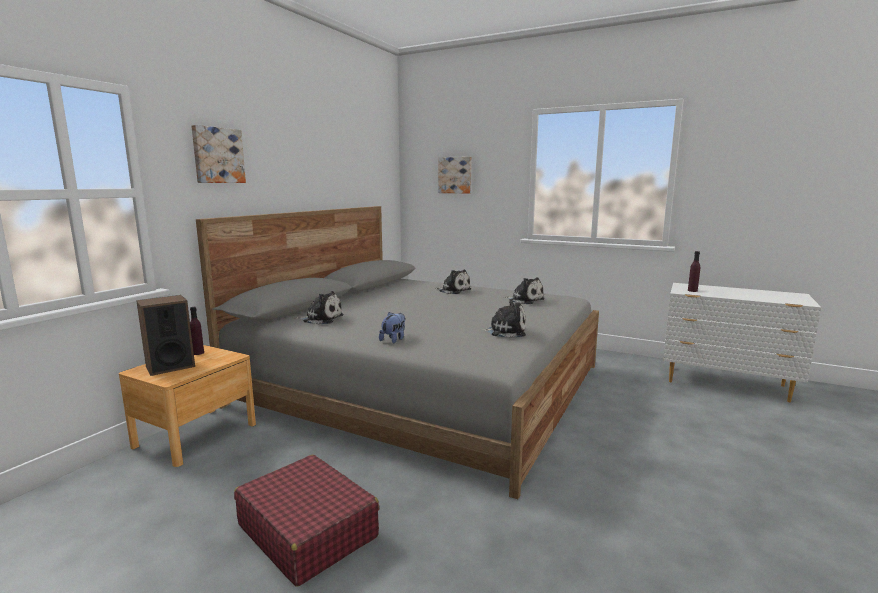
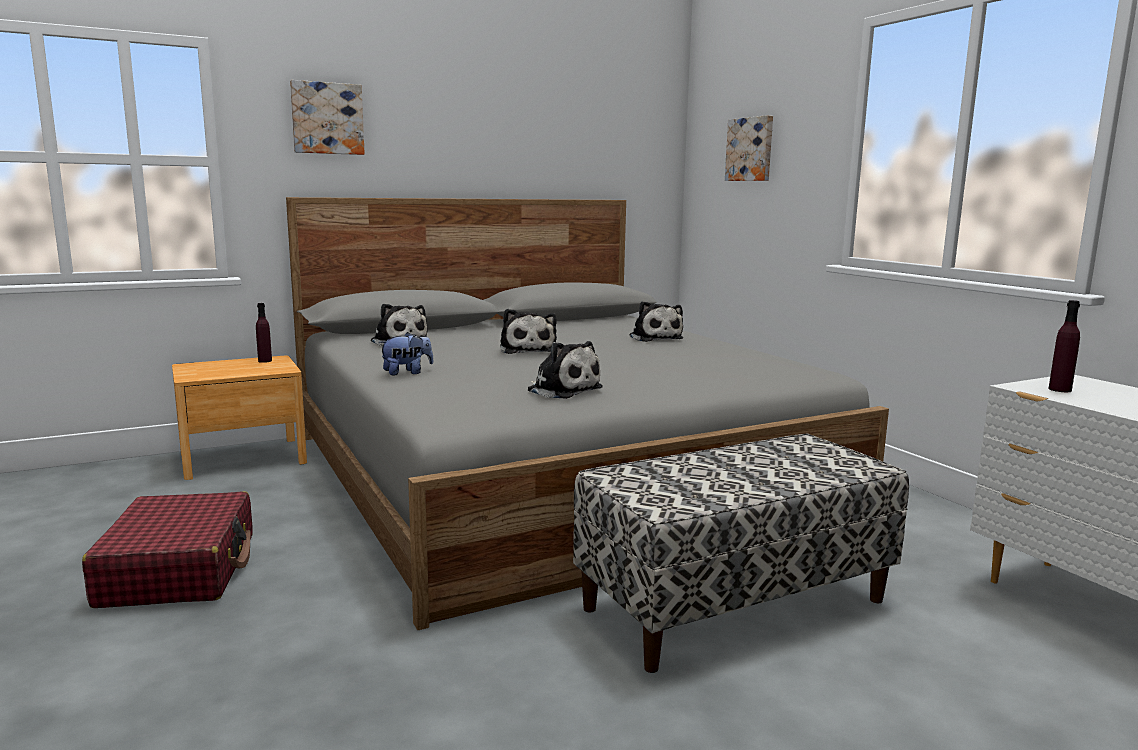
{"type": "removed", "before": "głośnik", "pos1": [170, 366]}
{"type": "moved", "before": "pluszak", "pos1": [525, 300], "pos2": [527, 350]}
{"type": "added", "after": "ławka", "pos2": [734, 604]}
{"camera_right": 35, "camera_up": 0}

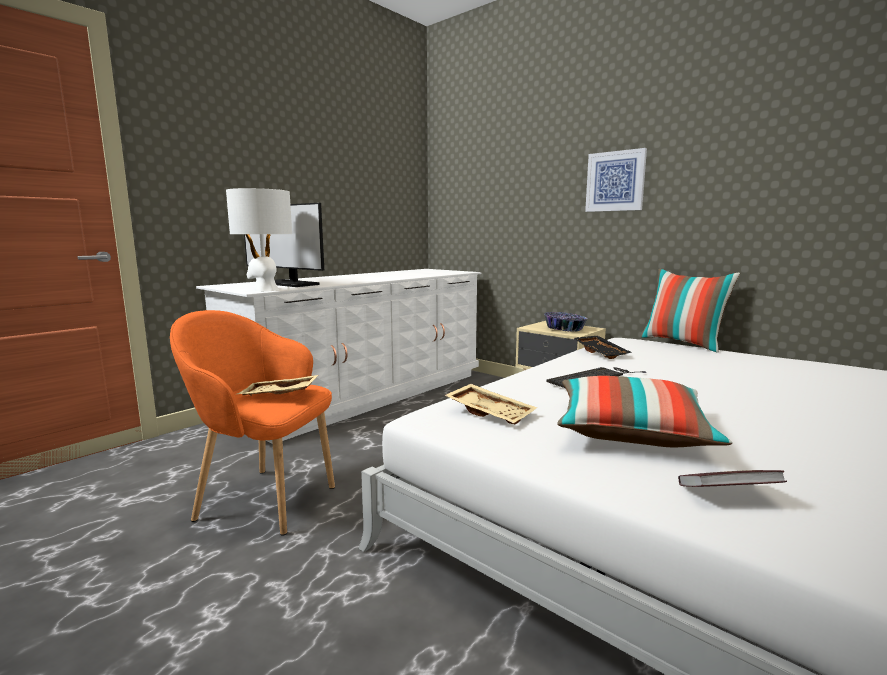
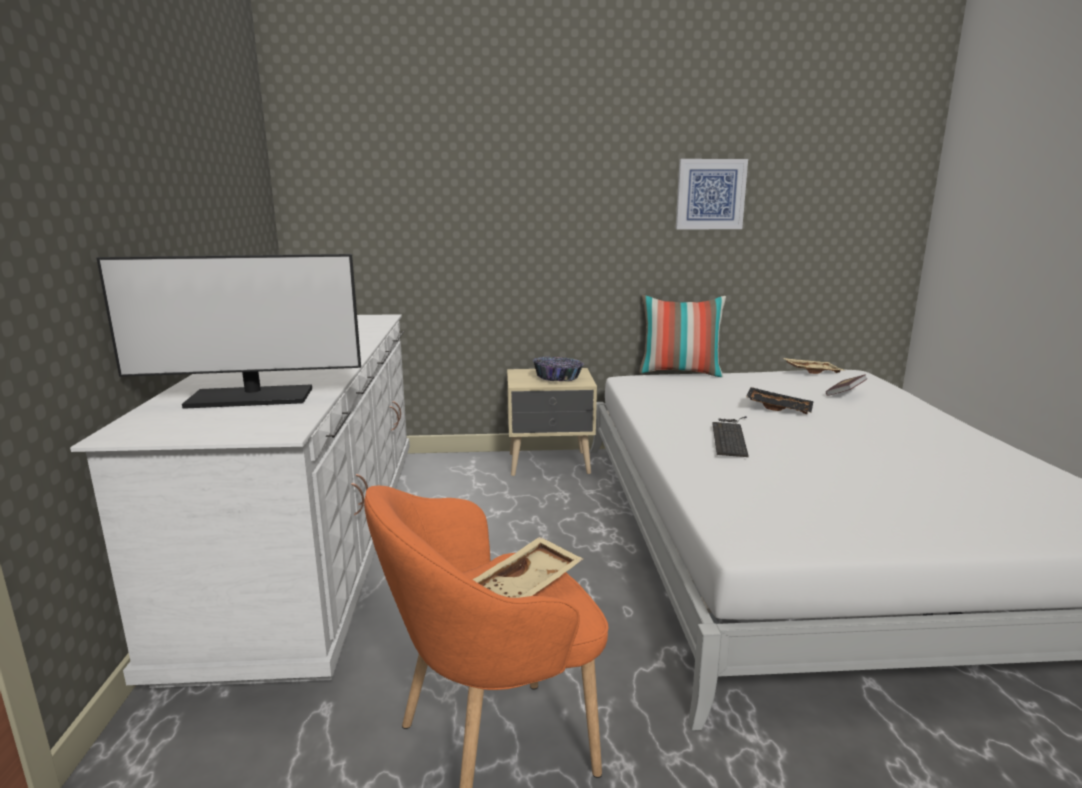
{"type": "removed", "before": "lampa stołowa/biały", "pos1": [265, 290]}
{"type": "moved", "before": "taca/beżowy", "pos1": [491, 413], "pos2": [811, 371]}
{"type": "removed", "before": "poduszka", "pos1": [631, 432]}
{"type": "moved", "before": "taca/czarny", "pos1": [601, 353], "pos2": [779, 408]}
{"type": "moved", "before": "obraz", "pos1": [615, 181], "pos2": [710, 194]}
{"type": "moved", "before": "książka", "pos1": [727, 495], "pos2": [845, 394]}
{"camera_right": -45, "camera_up": 5}

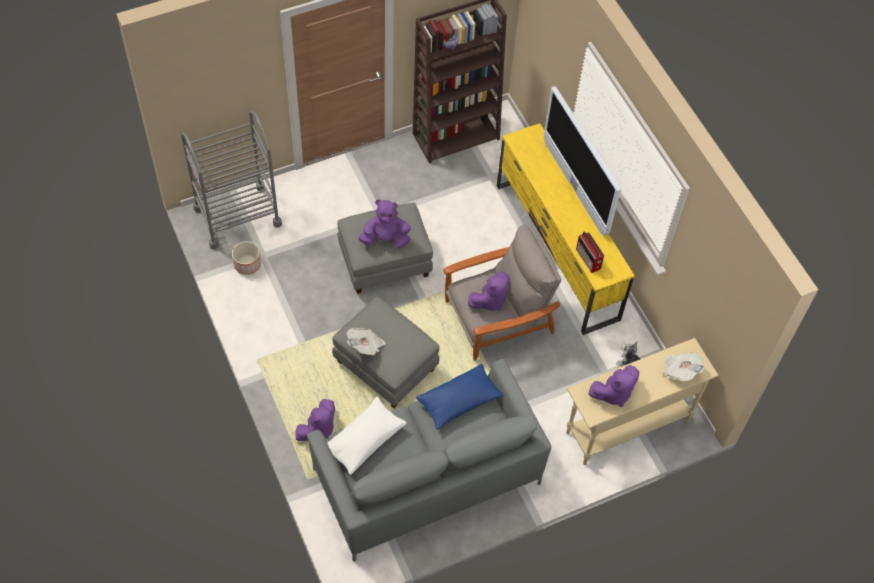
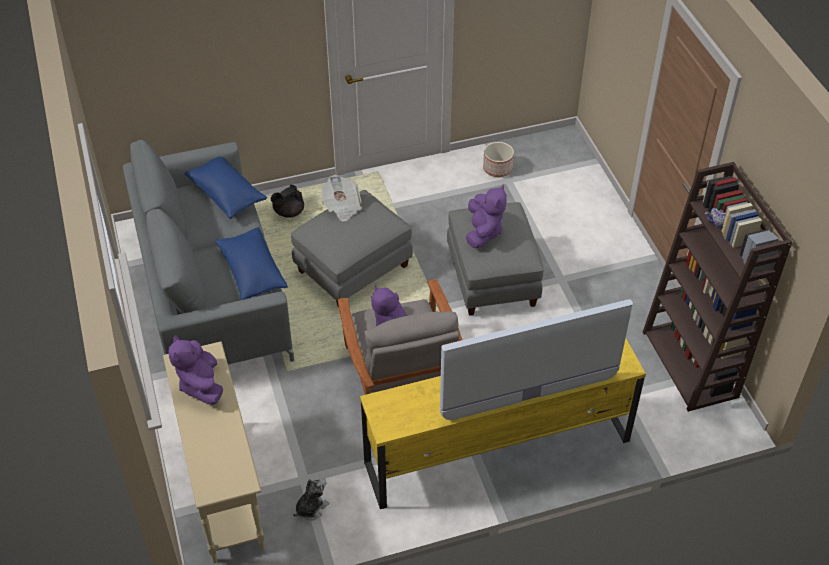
{"type": "removed", "before": "wózek/szary", "pos1": [237, 216]}
{"type": "replaced", "before": "pluszak/fioletowy", "after": "imbryk/czarny", "pos1": [318, 429], "pos2": [288, 212]}
{"type": "recoloured", "before": "poduszka/biały", "after": "poduszka/niebieski", "pos1": [364, 440], "pos2": [226, 194]}
{"type": "removed", "before": "radio", "pos1": [588, 260]}
{"type": "removed", "before": "gazeta", "pos1": [680, 370]}
{"camera_right": 100, "camera_up": -10}

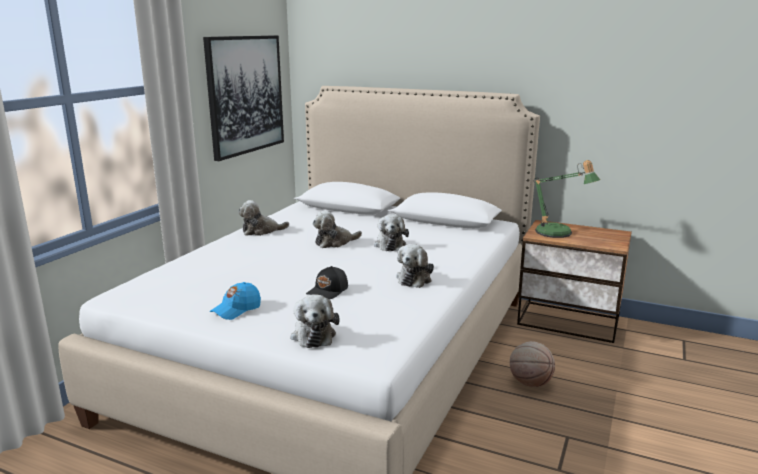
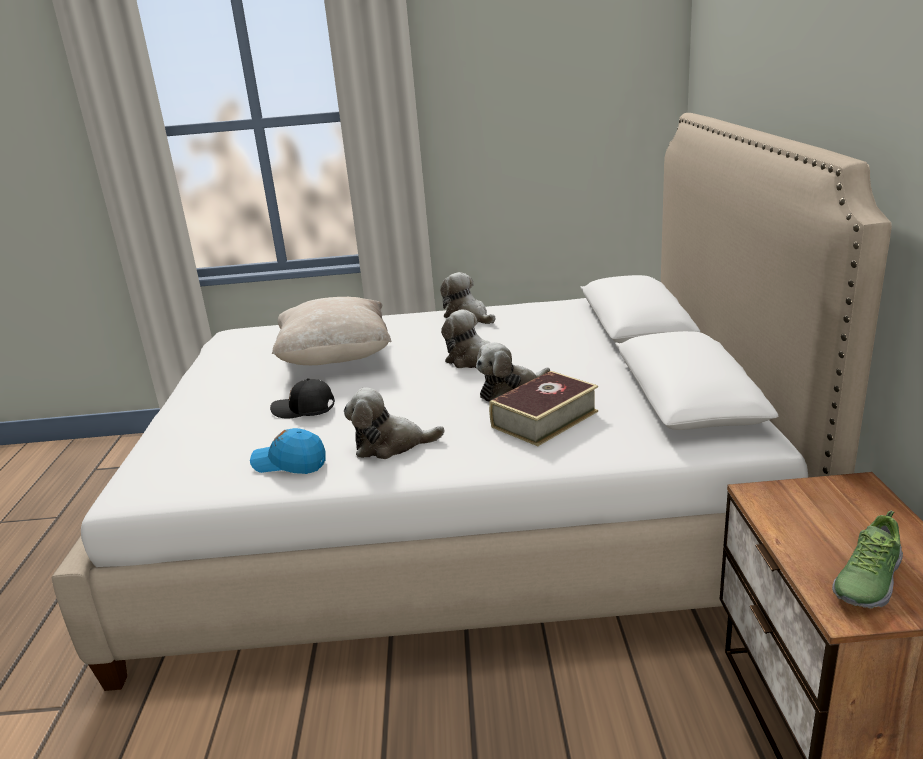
{"type": "removed", "before": "obraz", "pos1": [245, 95]}
{"type": "moved", "before": "czapka z daszkiem/niebieski", "pos1": [236, 310], "pos2": [289, 463]}
{"type": "removed", "before": "pluszak", "pos1": [313, 334]}
{"type": "removed", "before": "piłka do koszykówki", "pos1": [530, 383]}
{"type": "removed", "before": "lampa stołowa", "pos1": [558, 234]}
{"type": "added", "after": "poduszka/beżowy", "pos2": [335, 358]}
{"type": "added", "after": "książka", "pos2": [544, 419]}
{"type": "added", "after": "but", "pos2": [866, 580]}
{"camera_right": 65, "camera_up": 5}

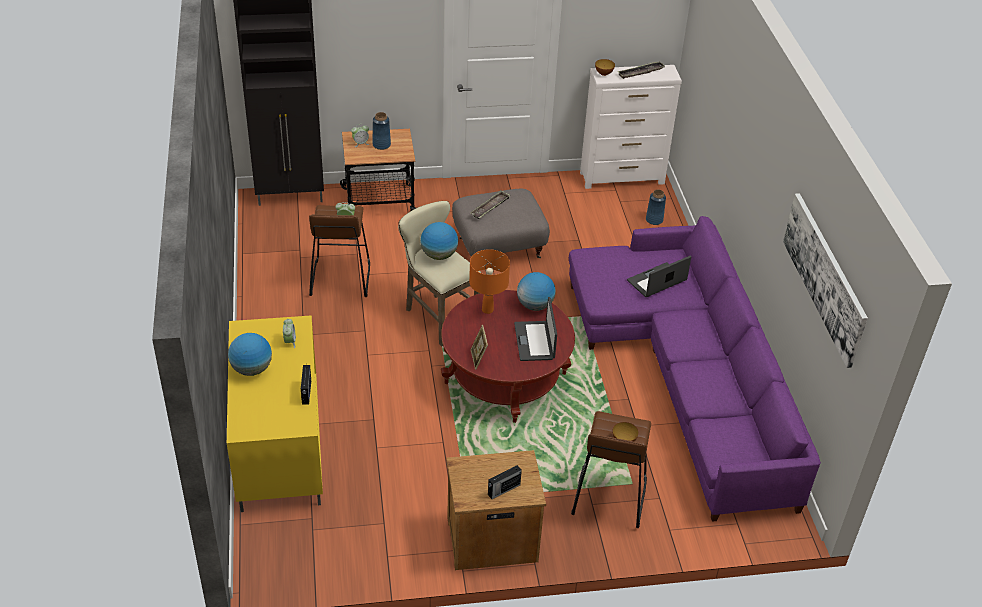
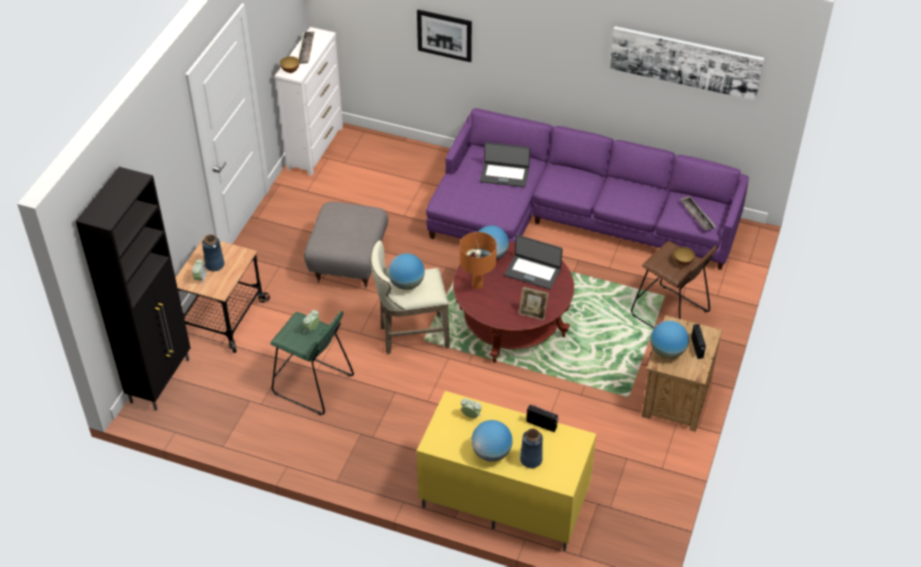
{"type": "recoloured", "before": "stołek/brązowy", "after": "stołek/zielony", "pos1": [340, 278], "pos2": [312, 385]}
{"type": "moved", "before": "taca", "pos1": [490, 207], "pos2": [697, 215]}
{"type": "turned", "before": "laptop", "pos1": [657, 281], "pos2": [504, 175], "turn": -75}
{"type": "moved", "before": "wazon/niebieski", "pos1": [654, 220], "pos2": [531, 460]}
{"type": "added", "after": "obraz", "pos2": [444, 35]}
{"type": "added", "after": "globus", "pos2": [667, 352]}
{"camera_right": -60, "camera_up": 5}

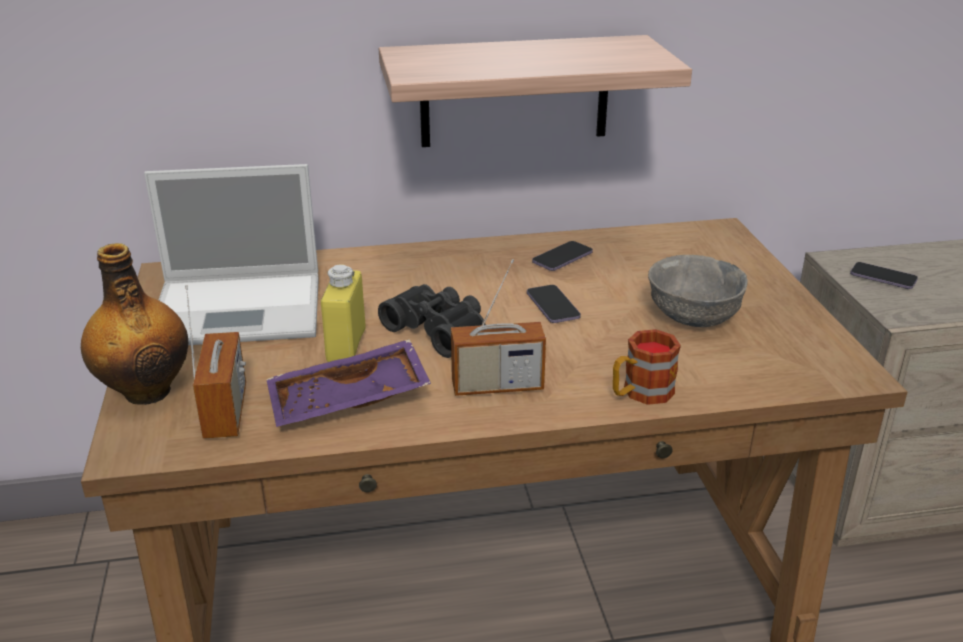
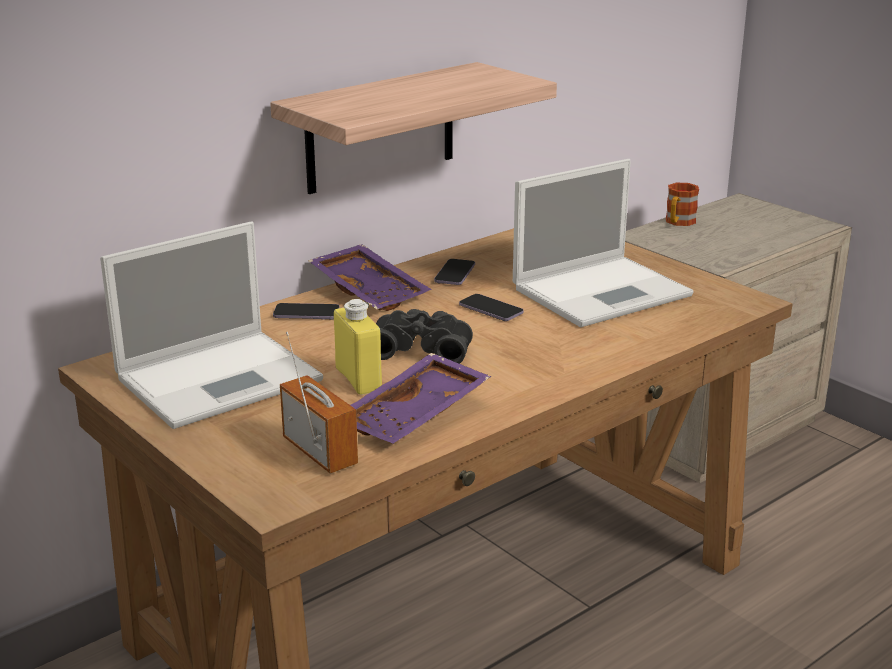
{"type": "removed", "before": "butelka", "pos1": [146, 391]}
{"type": "removed", "before": "radio", "pos1": [497, 386]}
{"type": "moved", "before": "kubek", "pos1": [640, 393], "pos2": [678, 222]}
{"type": "replaced", "before": "miska/szary", "after": "laptop", "pos1": [693, 316], "pos2": [603, 291]}
{"type": "moved", "before": "telefon", "pos1": [883, 277], "pos2": [306, 313]}
{"type": "added", "after": "taca/fioletowy", "pos2": [371, 291]}
{"camera_right": -30, "camera_up": -5}

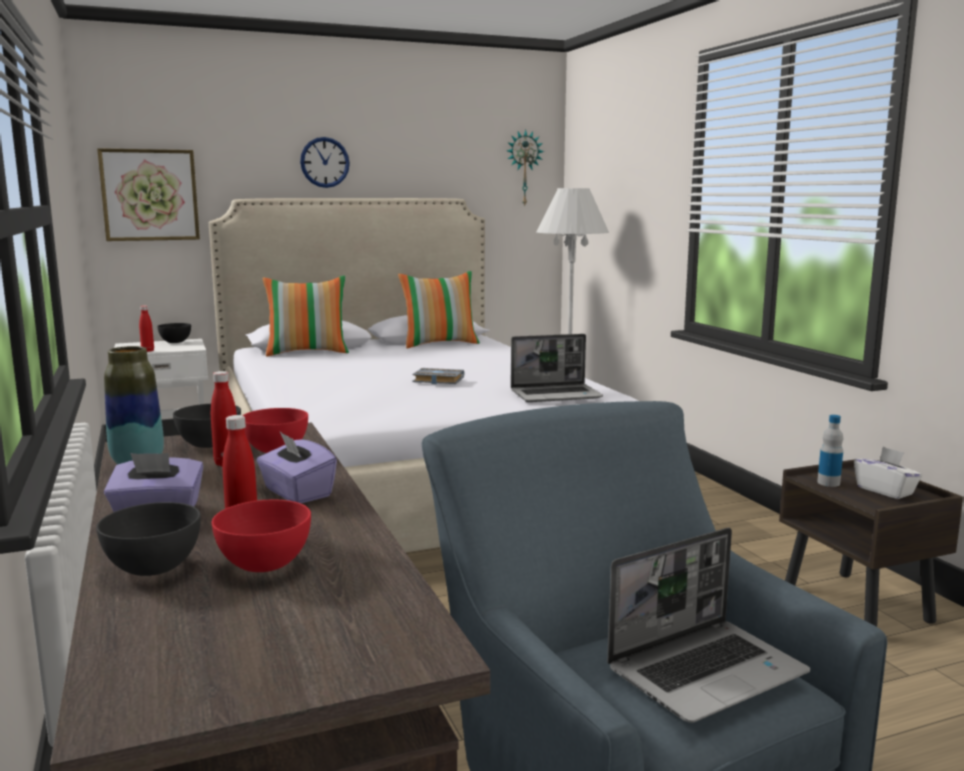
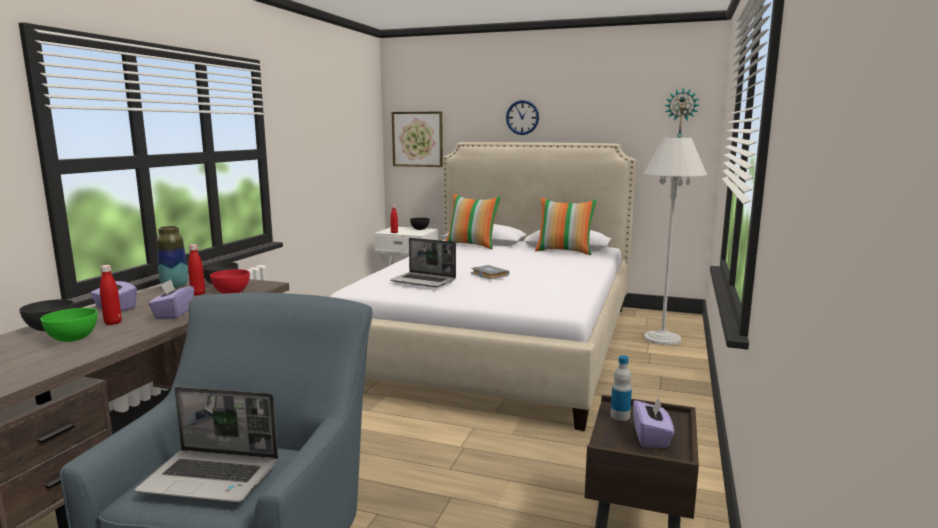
{"type": "recoloured", "before": "miska/czerwony", "after": "miska/zielony", "pos1": [263, 564], "pos2": [72, 338]}
{"type": "moved", "before": "laptop", "pos1": [556, 395], "pos2": [424, 281]}
{"type": "recoloured", "before": "pudełko chusteczek/biały", "after": "pudełko chusteczek/fioletowy", "pos1": [885, 491], "pos2": [651, 437]}
{"camera_right": 40, "camera_up": 0}

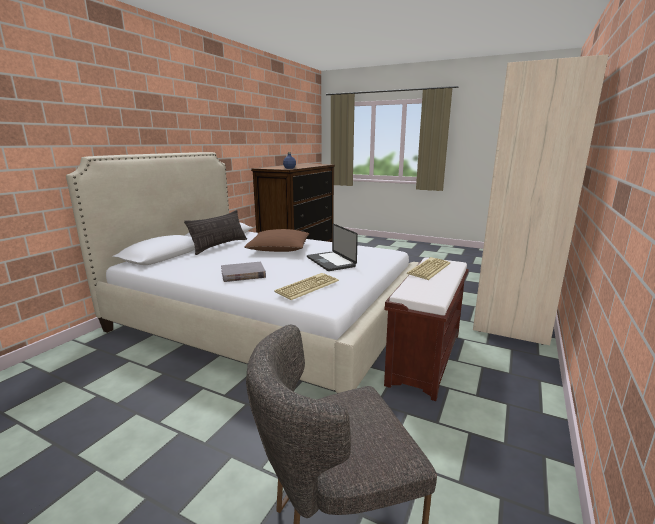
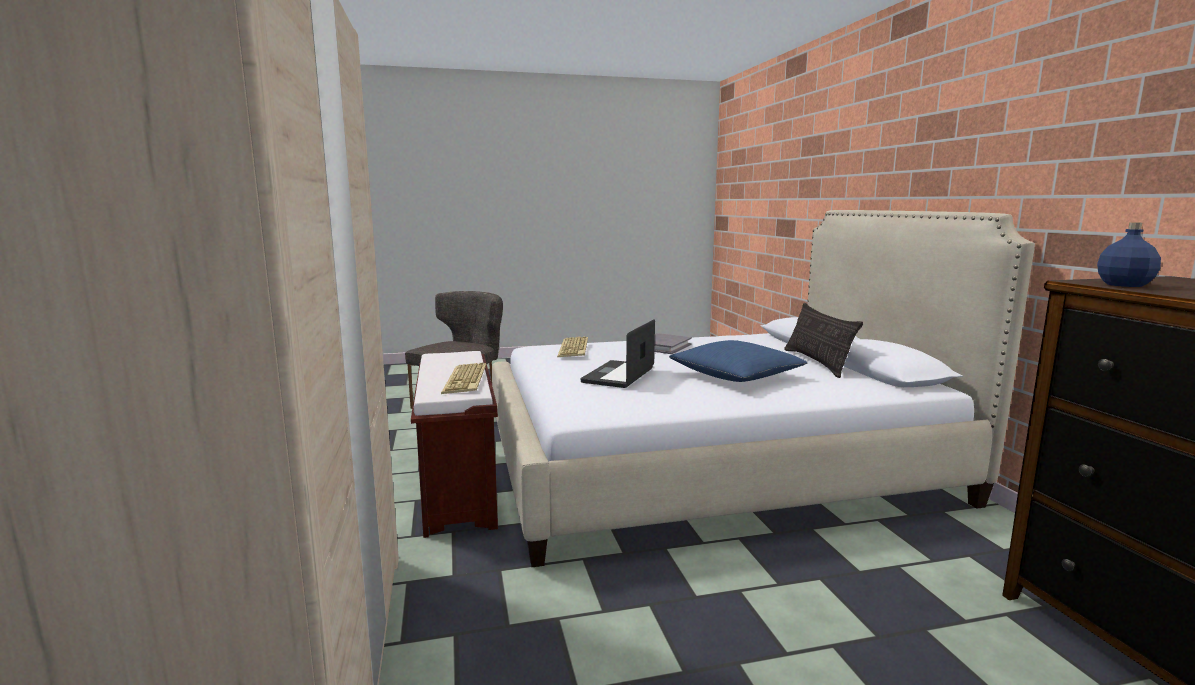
{"type": "recoloured", "before": "poduszka/brązowy", "after": "poduszka/niebieski", "pos1": [279, 249], "pos2": [736, 376]}
{"type": "turned", "before": "laptop", "pos1": [330, 262], "pos2": [618, 375], "turn": -90}
{"camera_right": 140, "camera_up": -5}

